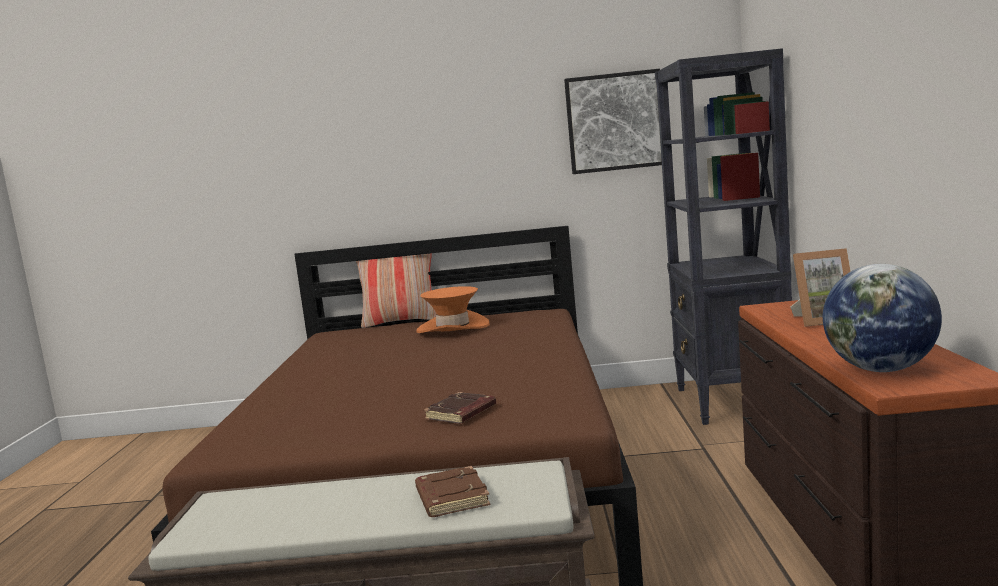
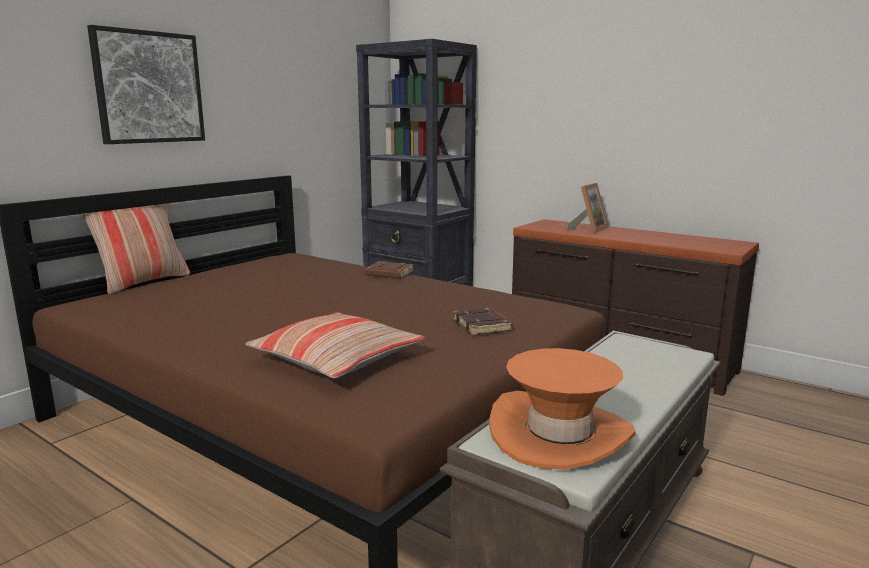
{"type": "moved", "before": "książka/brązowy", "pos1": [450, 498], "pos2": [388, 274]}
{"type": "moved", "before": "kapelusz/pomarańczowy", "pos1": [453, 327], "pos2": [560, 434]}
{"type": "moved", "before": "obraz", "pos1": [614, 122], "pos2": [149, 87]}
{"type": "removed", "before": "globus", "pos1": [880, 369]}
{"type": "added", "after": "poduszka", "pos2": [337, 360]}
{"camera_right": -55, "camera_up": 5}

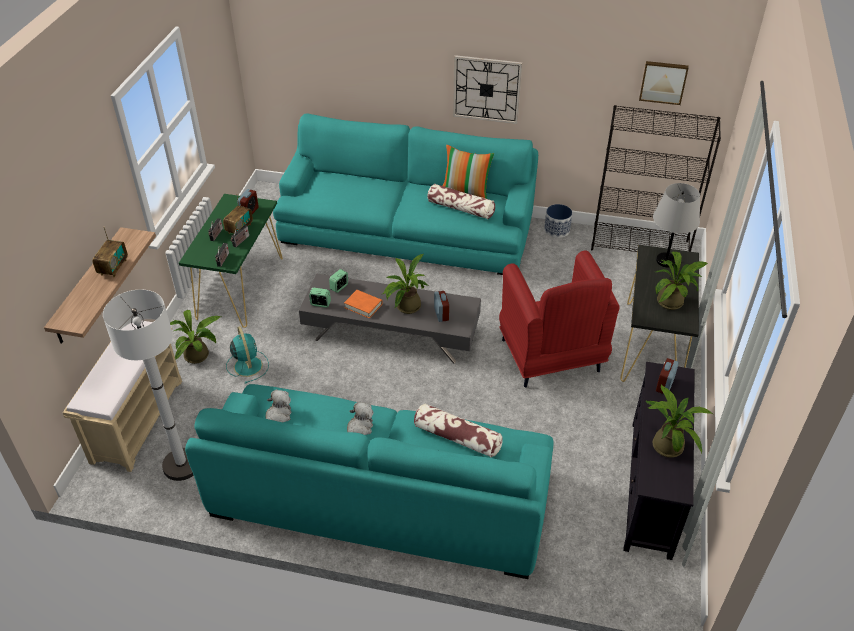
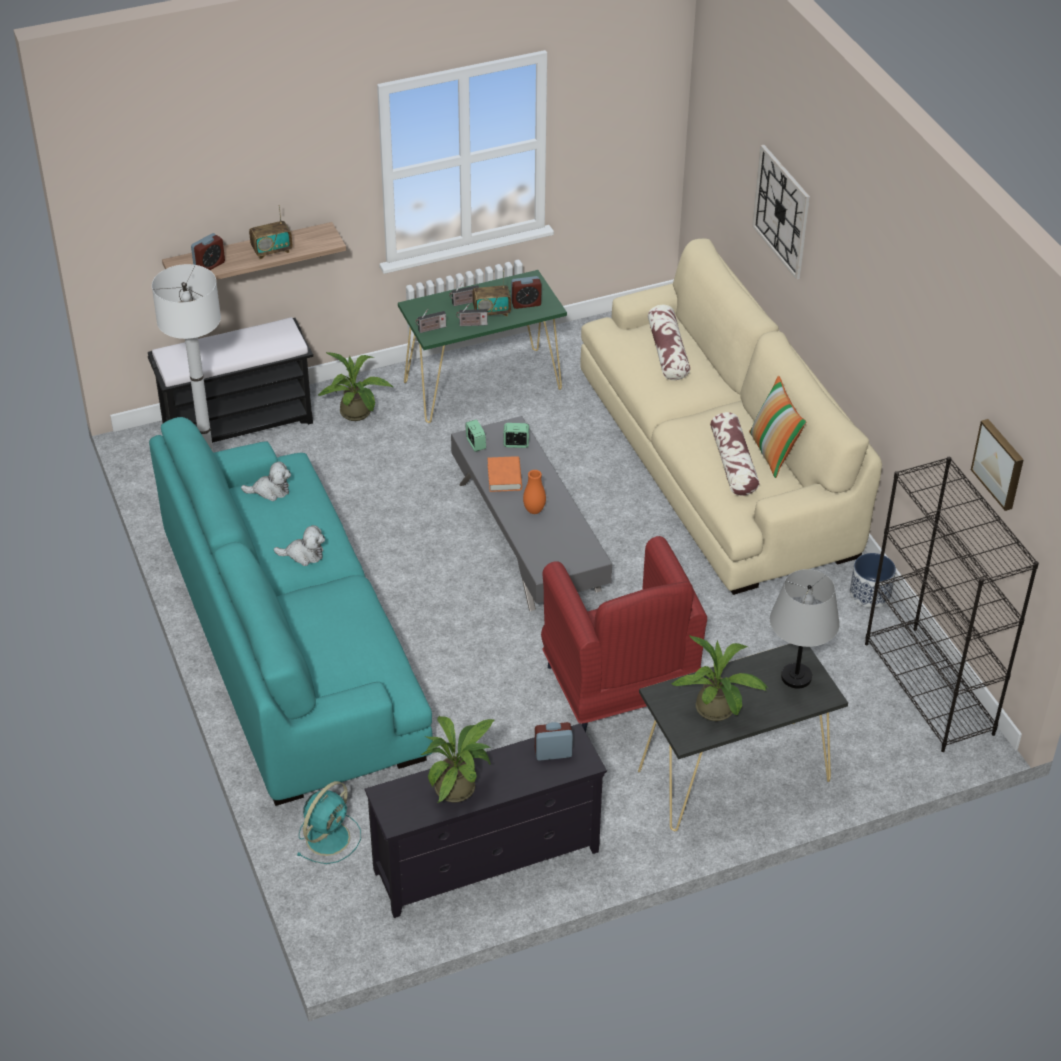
{"type": "recoloured", "before": "ławka/beżowy", "after": "ławka/czarny", "pos1": [137, 419], "pos2": [239, 423]}
{"type": "moved", "before": "wentylator/turkusowy", "pos1": [247, 365], "pos2": [329, 836]}
{"type": "recoloured", "before": "kanapa/turkusowy", "after": "kanapa/beżowy", "pos1": [406, 232], "pos2": [715, 462]}
{"type": "replaced", "before": "roślina doniczkowa", "after": "wazon/pomarańczowy", "pos1": [405, 307], "pos2": [534, 510]}
{"type": "moved", "before": "poduszka", "pos1": [457, 437], "pos2": [667, 352]}
{"type": "moved", "before": "budzik", "pos1": [441, 314], "pos2": [209, 265]}
{"type": "moved", "before": "zegar ścienny", "pos1": [486, 89], "pos2": [782, 211]}
{"type": "turned", "before": "fotel/czerwony", "pos1": [551, 357], "pos2": [619, 689], "turn": -60}
{"camera_right": 55, "camera_up": 0}

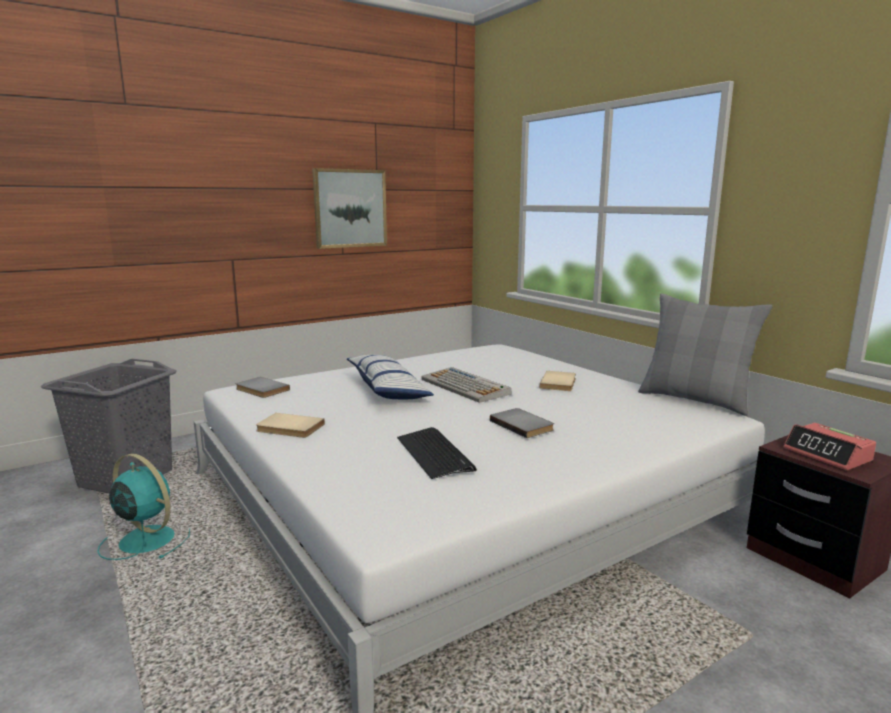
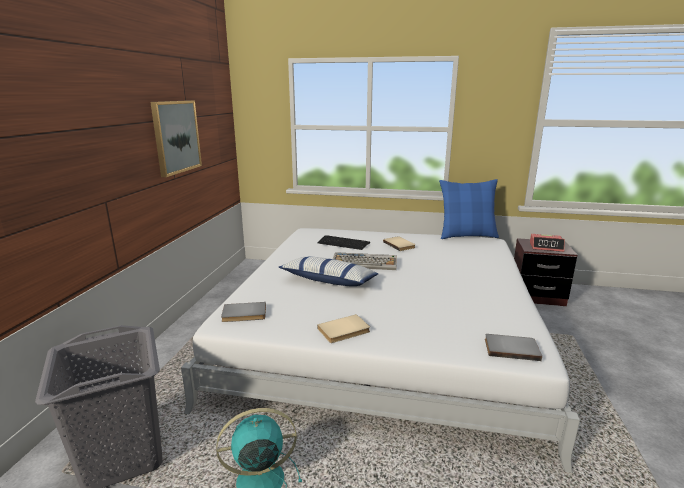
{"type": "moved", "before": "klawiatura", "pos1": [435, 454], "pos2": [343, 243]}
{"type": "moved", "before": "książka/szary", "pos1": [523, 425], "pos2": [511, 348]}
{"type": "recoloured", "before": "poduszka/szary", "after": "poduszka/niebieski", "pos1": [695, 399], "pos2": [466, 235]}
{"camera_right": -45, "camera_up": 5}

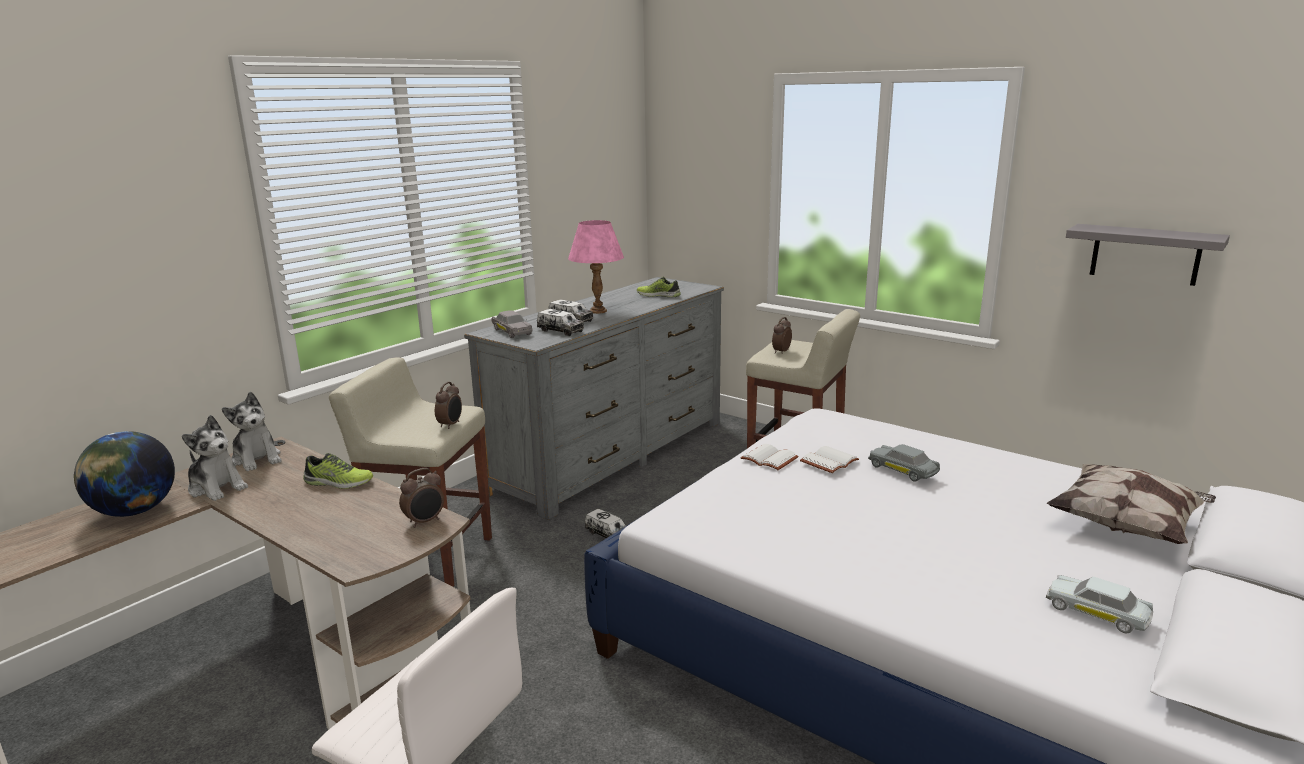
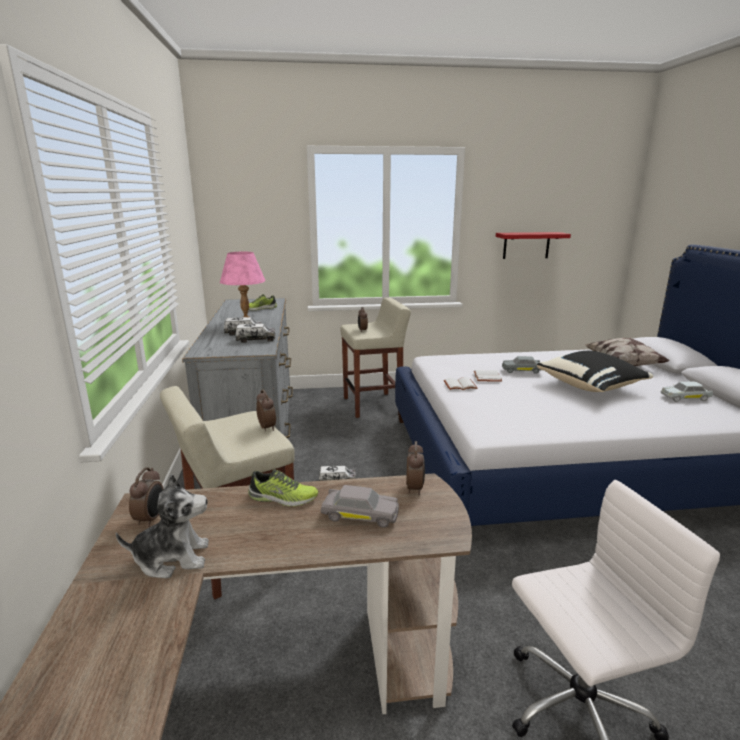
{"type": "removed", "before": "globus", "pos1": [134, 511]}
{"type": "replaced", "before": "pluszak", "after": "budzik", "pos1": [257, 459], "pos2": [151, 519]}
{"type": "turned", "before": "but", "pos1": [338, 482], "pos2": [283, 498], "turn": 45}
{"type": "moved", "before": "samochodzik/szary", "pos1": [512, 332], "pos2": [359, 515]}
{"type": "recoloured", "before": "półka/szary", "after": "półka/czerwony", "pos1": [1145, 254], "pos2": [526, 245]}
{"type": "added", "after": "poduszka/czarny", "pos2": [591, 387]}
{"camera_right": -45, "camera_up": 0}

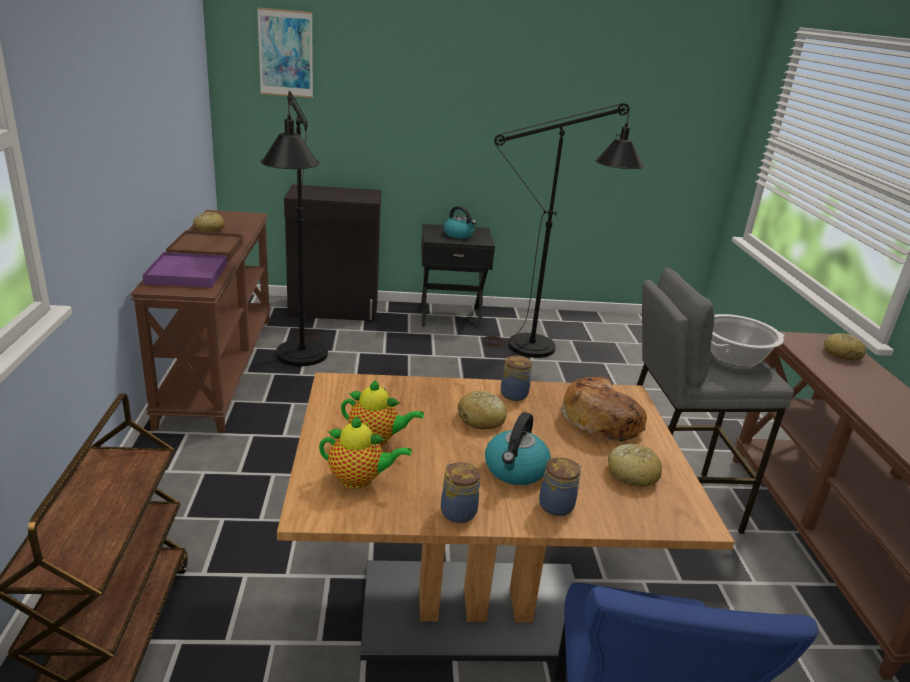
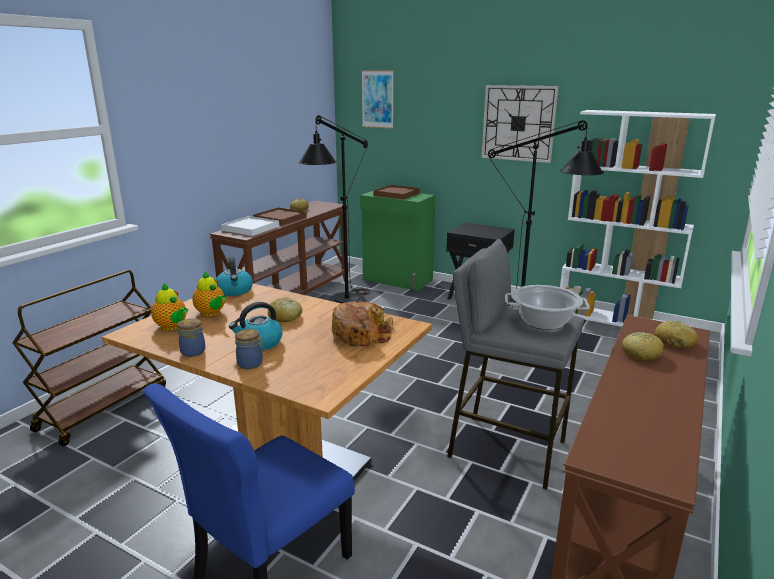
{"type": "recoloured", "before": "taca/fioletowy", "after": "taca/biały", "pos1": [187, 274], "pos2": [250, 228]}
{"type": "recoloured", "before": "szafka/czarny", "after": "szafka/zielony", "pos1": [334, 310], "pos2": [397, 280]}
{"type": "moved", "before": "czajnik", "pos1": [459, 235], "pos2": [235, 291]}
{"type": "removed", "before": "słoik", "pos1": [513, 394]}
{"type": "moved", "before": "chleb", "pos1": [631, 474], "pos2": [641, 353]}
{"type": "added", "after": "taca/brązowy", "pos2": [396, 194]}
{"type": "added", "after": "zegar ścienny", "pos2": [518, 123]}
{"type": "added", "after": "regał/biały", "pos2": [614, 319]}
{"camera_right": 35, "camera_up": -5}

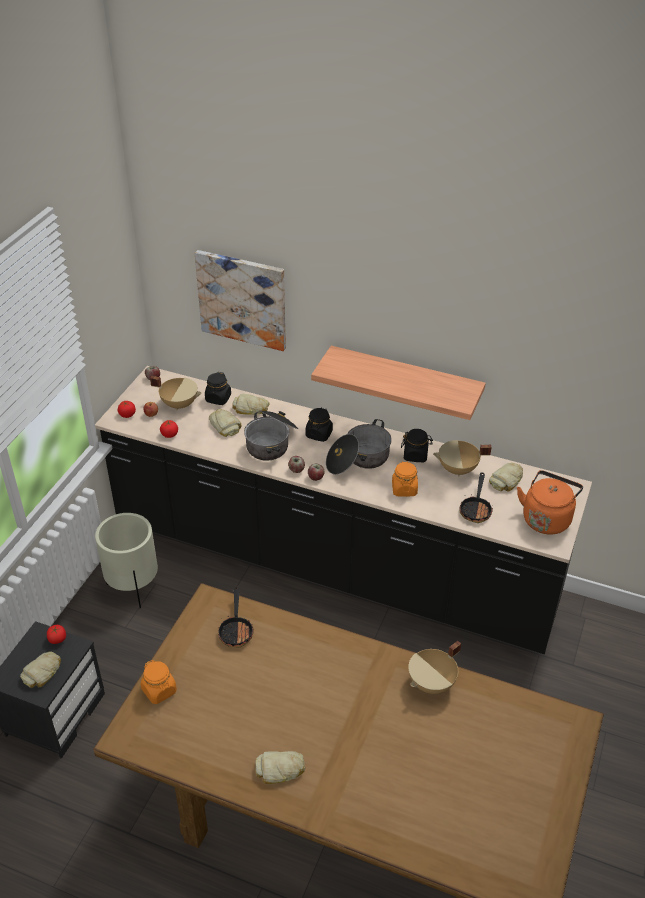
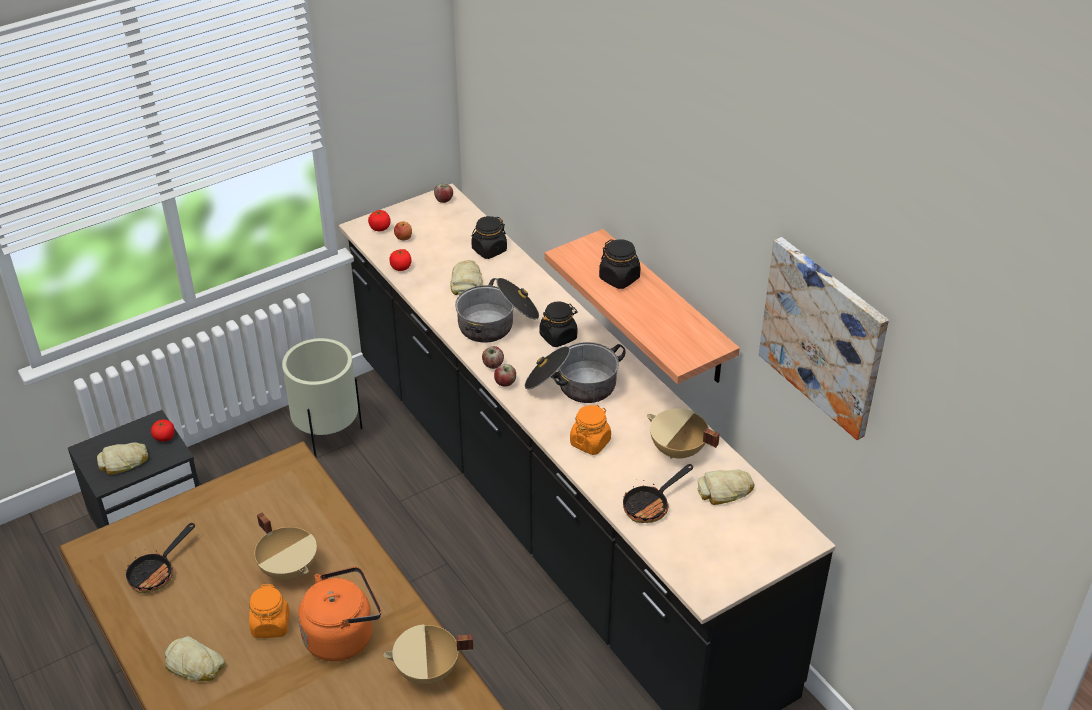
{"type": "moved", "before": "słoik/pomarańczowy", "pos1": [159, 691], "pos2": [271, 625]}
{"type": "moved", "before": "garnek/beżowy", "pos1": [179, 404], "pos2": [289, 569]}
{"type": "moved", "before": "obraz", "pos1": [242, 299], "pos2": [824, 336]}
{"type": "moved", "before": "patelnia", "pos1": [236, 630], "pos2": [157, 572]}
{"type": "removed", "before": "chleb", "pos1": [251, 408]}
{"type": "moved", "before": "słoik/czarny", "pos1": [415, 455], "pos2": [619, 278]}
{"type": "moved", "before": "czajnik/pomarańczowy", "pos1": [546, 518], "pos2": [343, 635]}
{"camera_right": 35, "camera_up": 0}

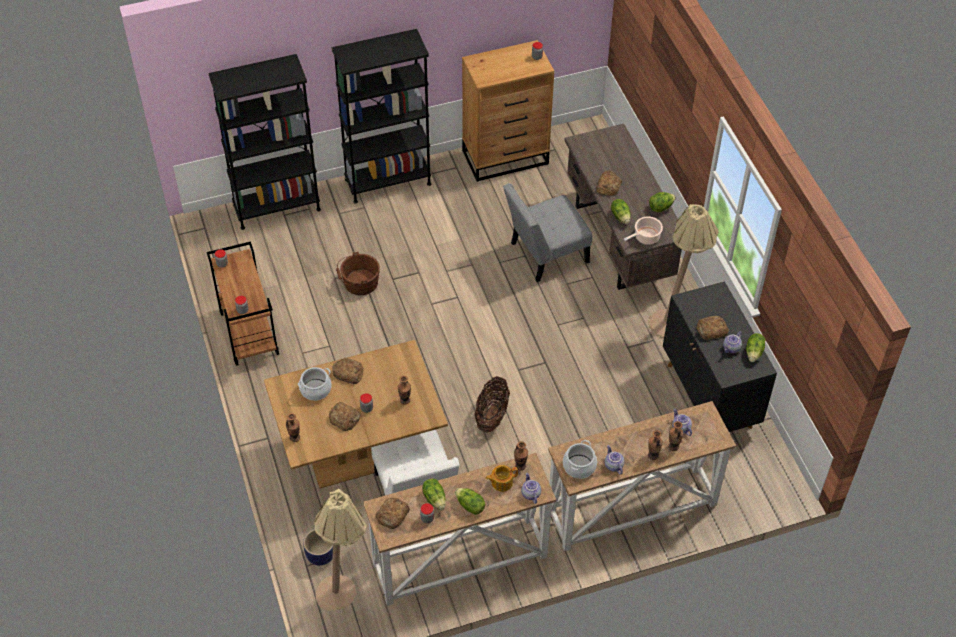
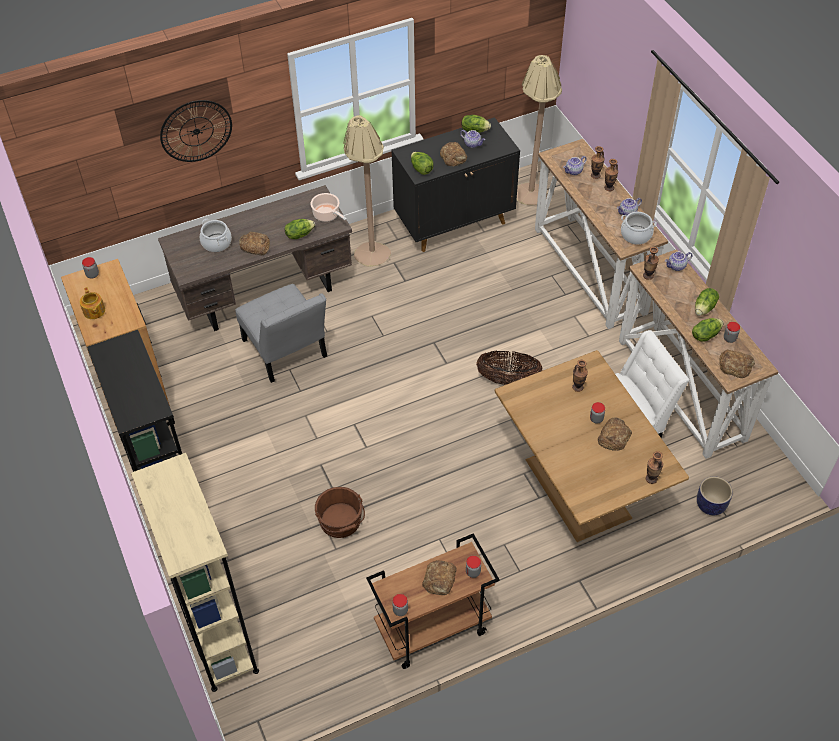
{"type": "recoloured", "before": "regał/czarny", "after": "regał/beżowy", "pos1": [277, 207], "pos2": [218, 635]}
{"type": "moved", "before": "garnek", "pos1": [315, 389], "pos2": [216, 243]}
{"type": "moved", "before": "lampa stojąca/beżowy", "pos1": [344, 597], "pos2": [533, 189]}
{"type": "moved", "before": "chleb", "pos1": [348, 373], "pos2": [440, 580]}
{"type": "moved", "before": "imbryk", "pos1": [501, 482], "pos2": [94, 311]}
{"type": "moved", "before": "sałata", "pos1": [661, 207], "pos2": [421, 169]}
{"type": "added", "after": "zegar ścienny", "pos2": [196, 131]}
{"camera_right": -95, "camera_up": 0}

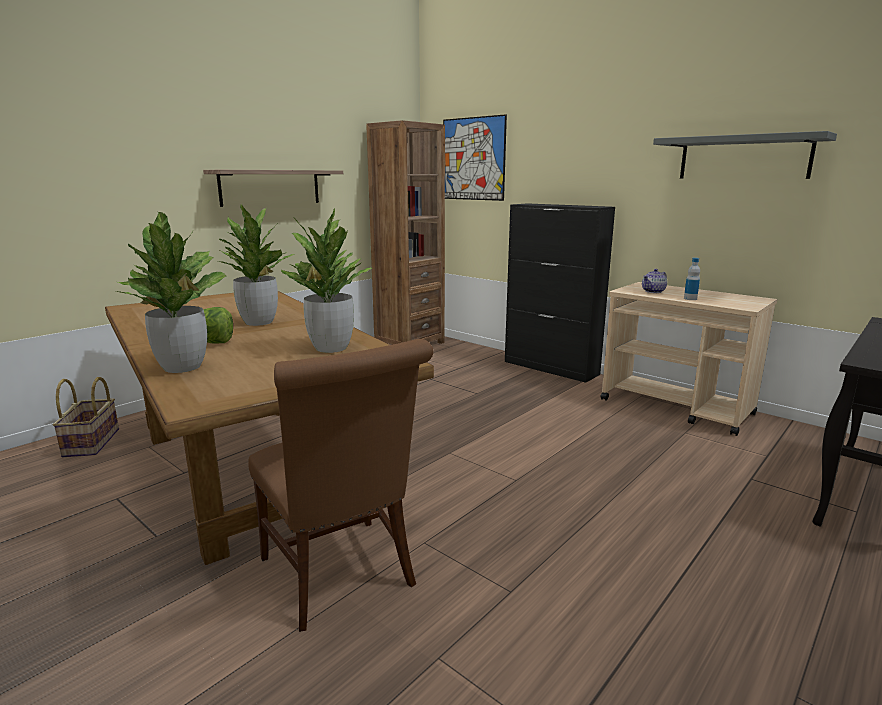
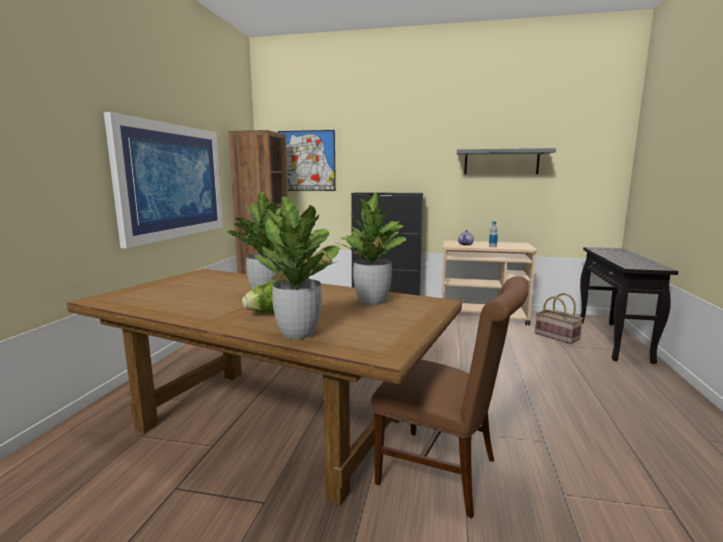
{"type": "moved", "before": "koszyk", "pos1": [92, 443], "pos2": [557, 336]}
{"type": "replaced", "before": "półka", "after": "obraz", "pos1": [271, 187], "pos2": [172, 181]}
{"camera_right": -30, "camera_up": -5}

